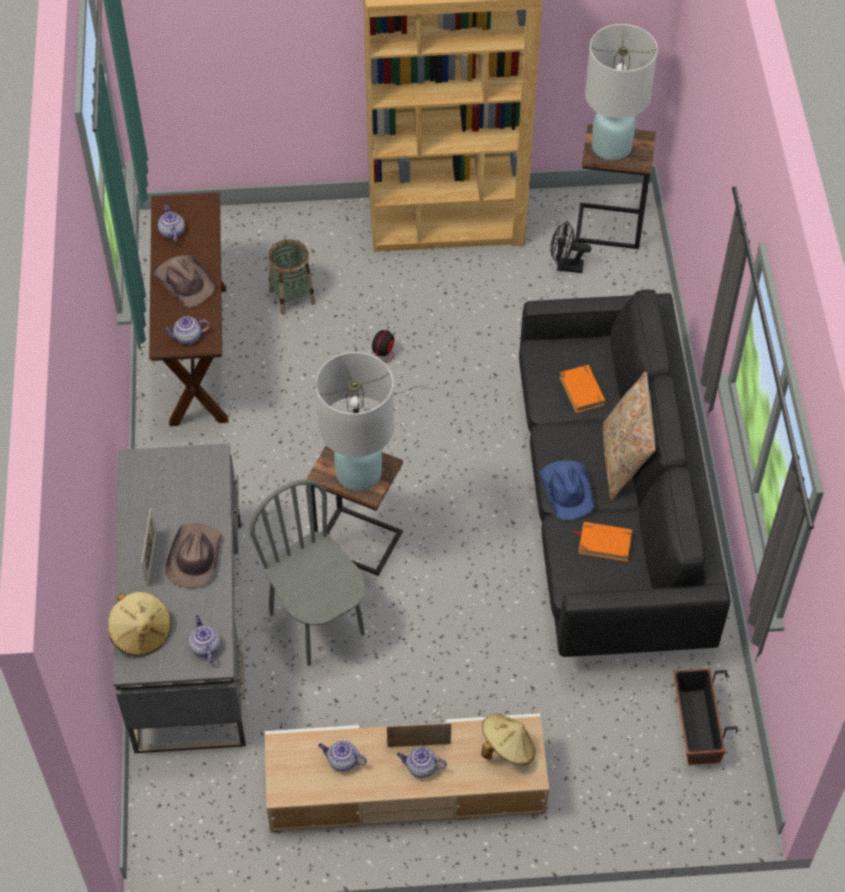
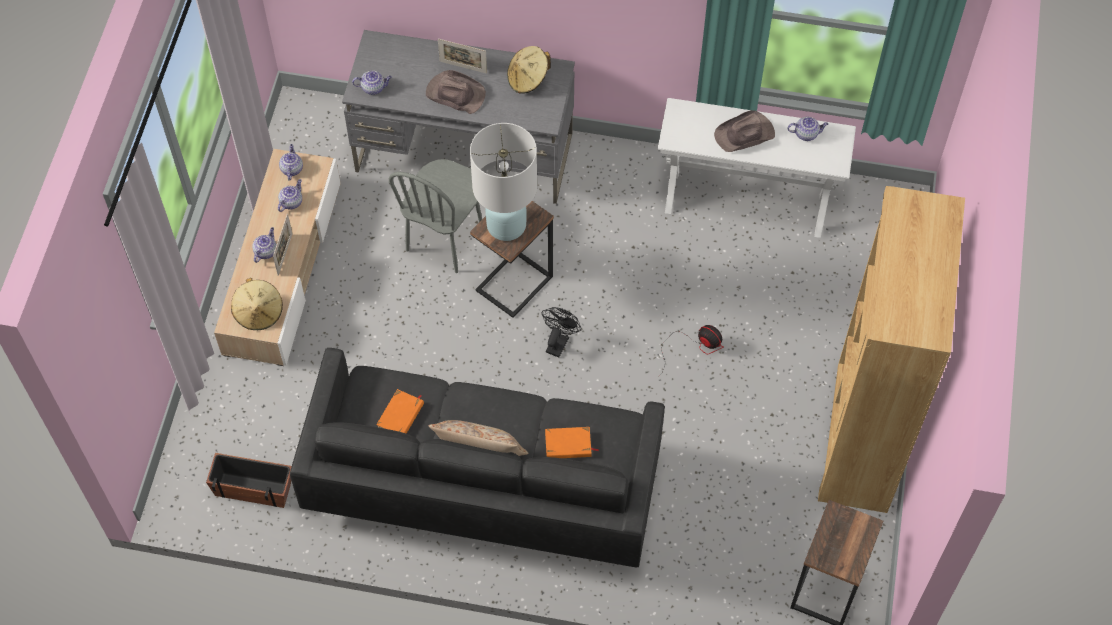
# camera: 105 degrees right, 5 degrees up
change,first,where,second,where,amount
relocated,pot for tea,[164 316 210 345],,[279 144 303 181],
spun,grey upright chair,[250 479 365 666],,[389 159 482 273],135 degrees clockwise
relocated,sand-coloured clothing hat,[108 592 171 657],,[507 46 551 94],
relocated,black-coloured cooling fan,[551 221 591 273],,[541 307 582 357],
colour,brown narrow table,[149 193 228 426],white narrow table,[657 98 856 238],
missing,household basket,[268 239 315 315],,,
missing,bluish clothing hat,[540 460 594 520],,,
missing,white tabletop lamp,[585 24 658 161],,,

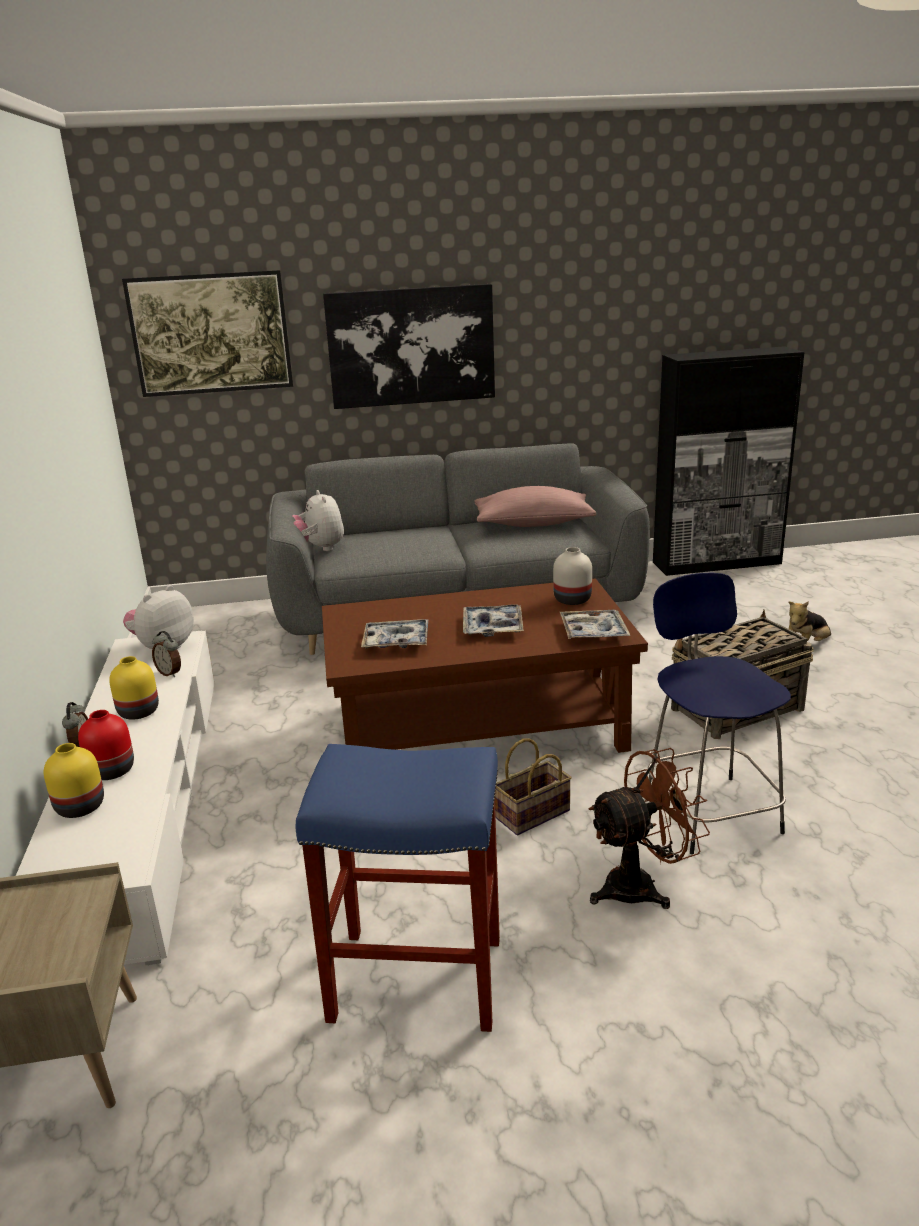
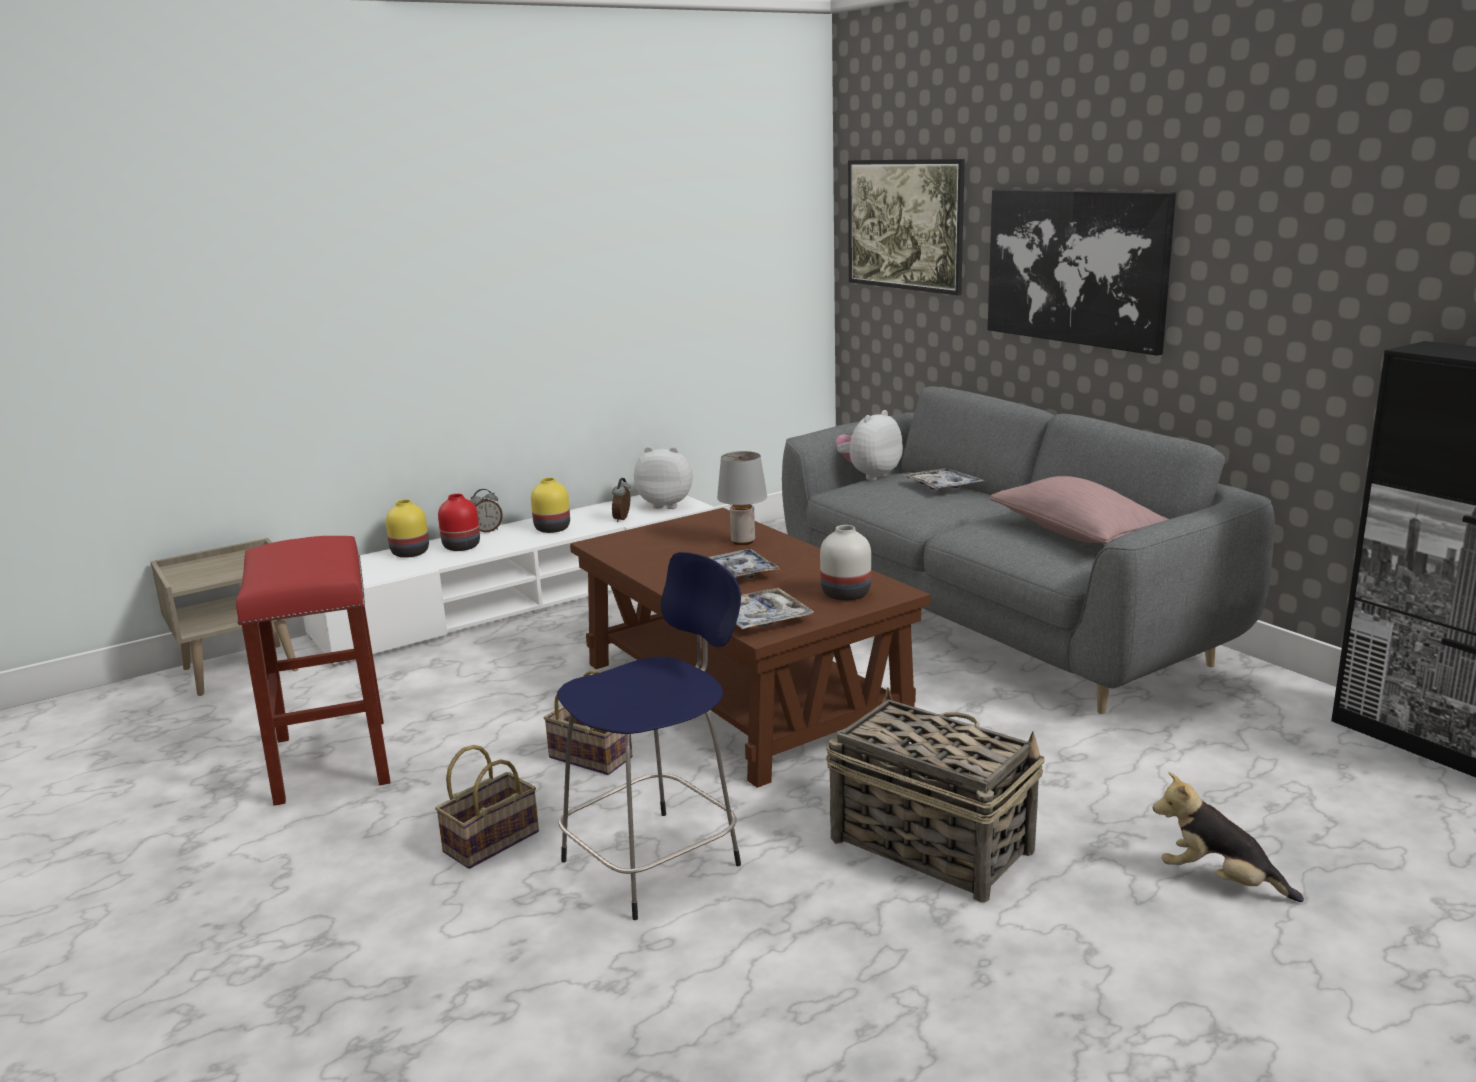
# camera: 65 degrees right, 5 degrees down
change,first,where,second,where,amount
colour,bluish sitting stool,[296 744 500 1032],red sitting stool,[236 536 391 806],
exchanged,brown cooling fan,[588 748 710 909],household basket,[435 745 539 869],
appeared,,,grey tabletop lamp,[717 451 767 545],
relocated,carrying tray,[361 619 428 648],,[904 468 984 490],

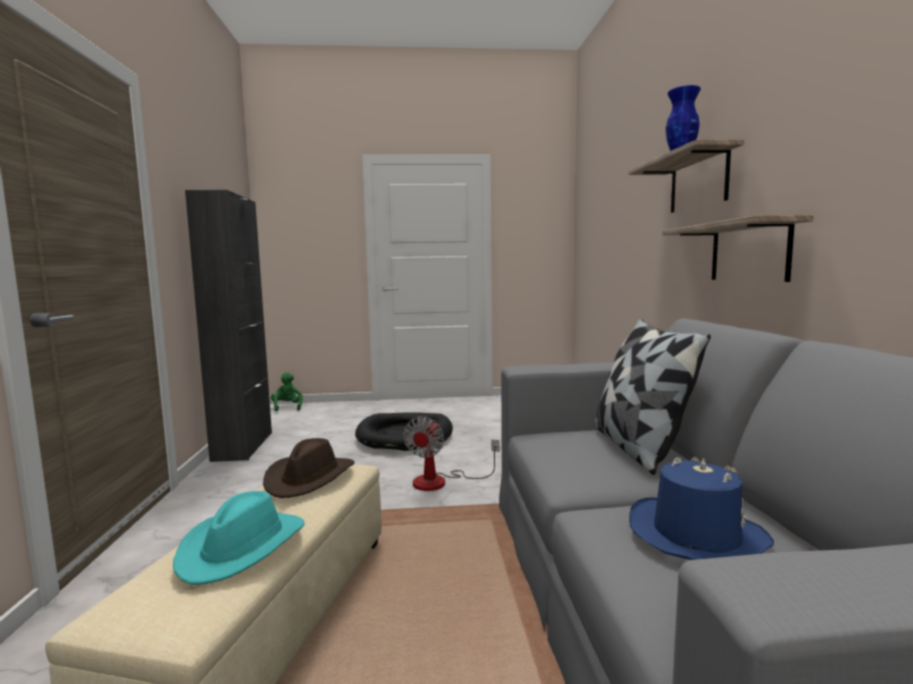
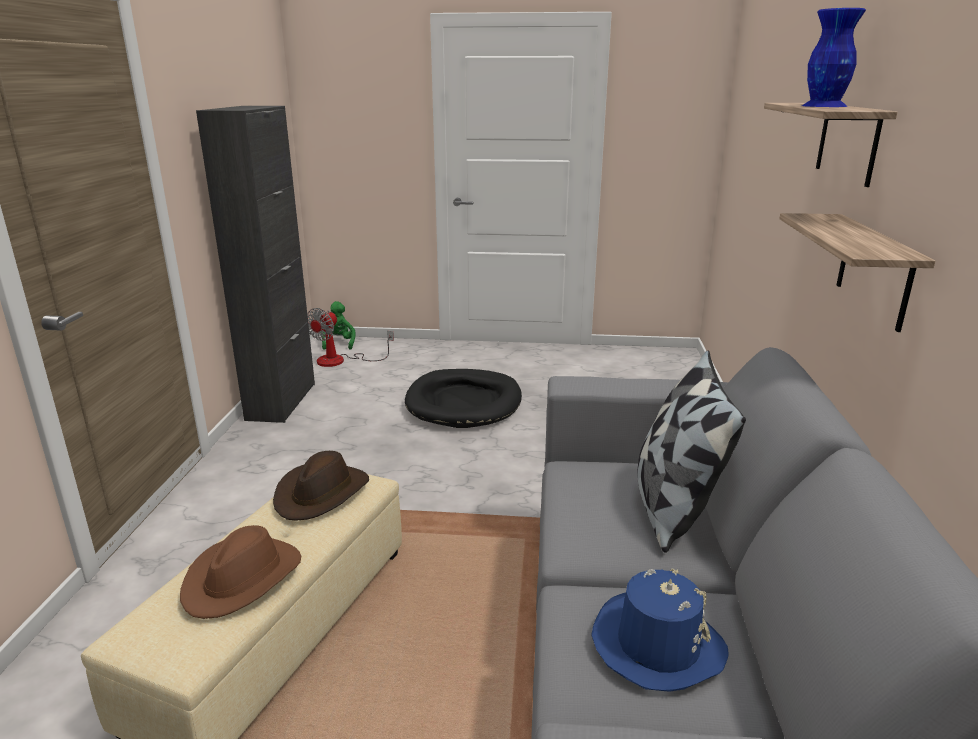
# camera: 10 degrees right, 15 degrees up
change,first,where,second,where,amount
colour,turquoise clothing hat,[173 491 305 585],brown clothing hat,[180 525 301 619],
relocated,cooling fan,[403 416 500 491],,[307 308 394 367],

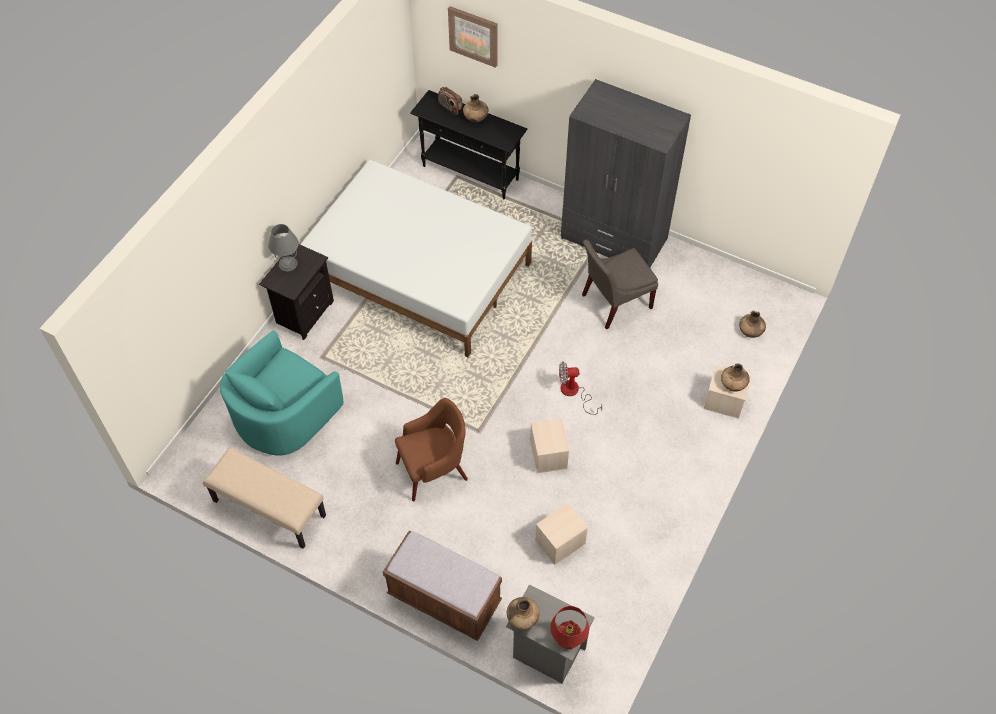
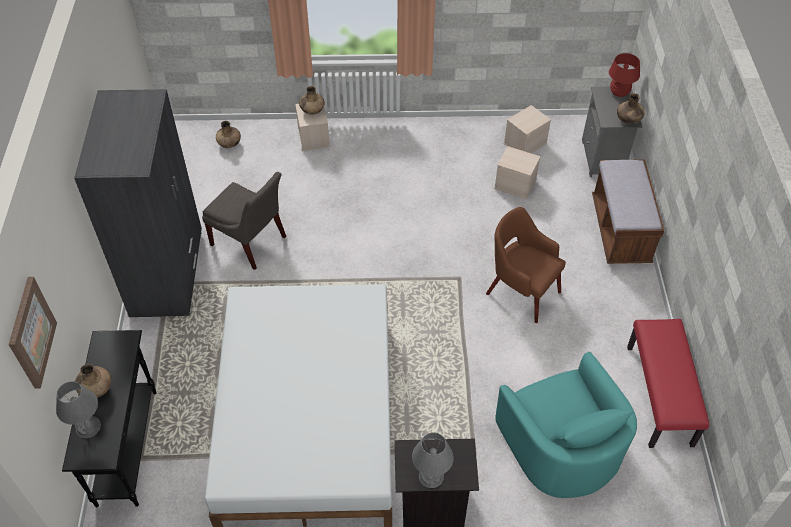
# camera: 120 degrees left, 5 degrees down
change,first,where,second,where,amount
exchanged,radio,[438 87 463 115],grey tabletop lamp,[56 381 101 438],
spun,turquoise armchair,[220 331 343 456],,[495 352 637 498],60 degrees clockwise
relocated,sand-coloured storage container,[530 418 569 473],,[504 105 551 154],
colour,sand-coloured long seat,[203 448 326 549],red long seat,[627 319 709 448],
missing,cooling fan,[559 361 602 415],,,

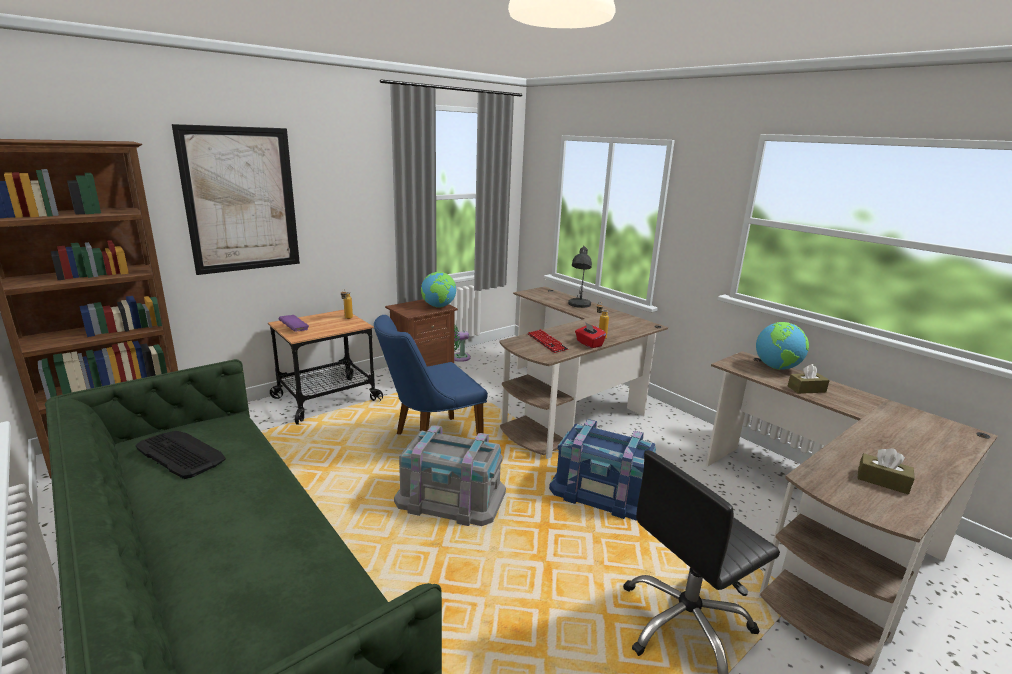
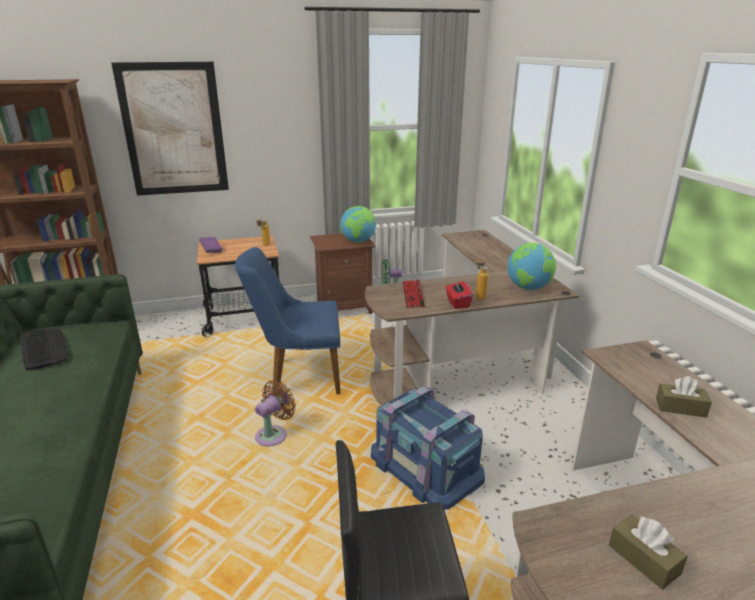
# camera: 25 degrees right, 5 degrees up
change,first,where,second,where,amount
exchanged,grey storage container,[394 425 506 526],brown cooling fan,[255 380 296 446],
relocated,desk globe,[756 322 809 370],,[507 243 556 290],
missing,grey tabletop lamp,[568 247 592 308],,,

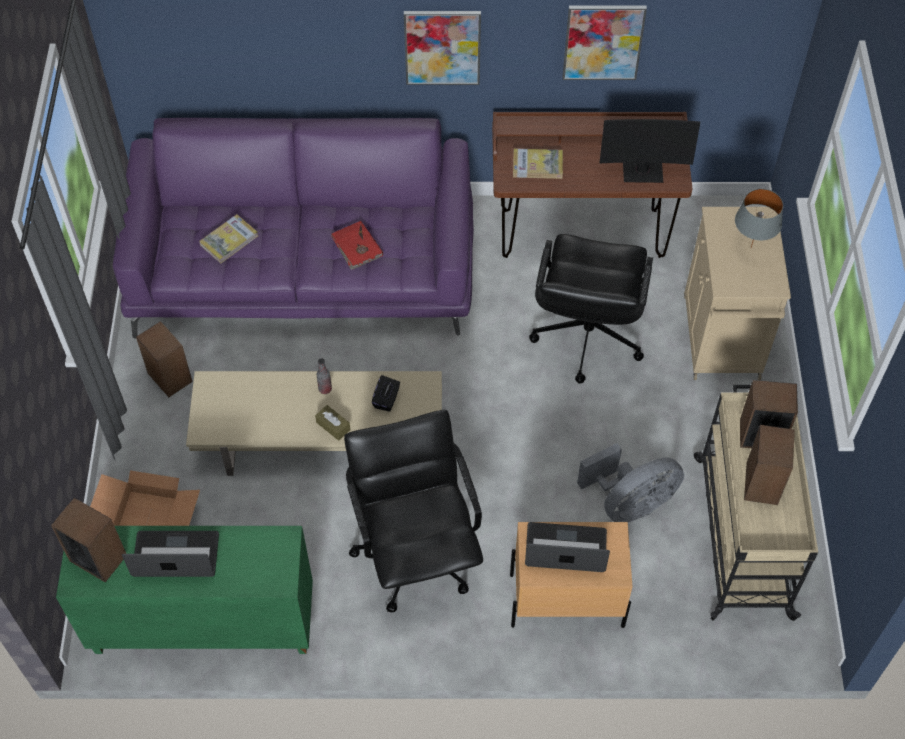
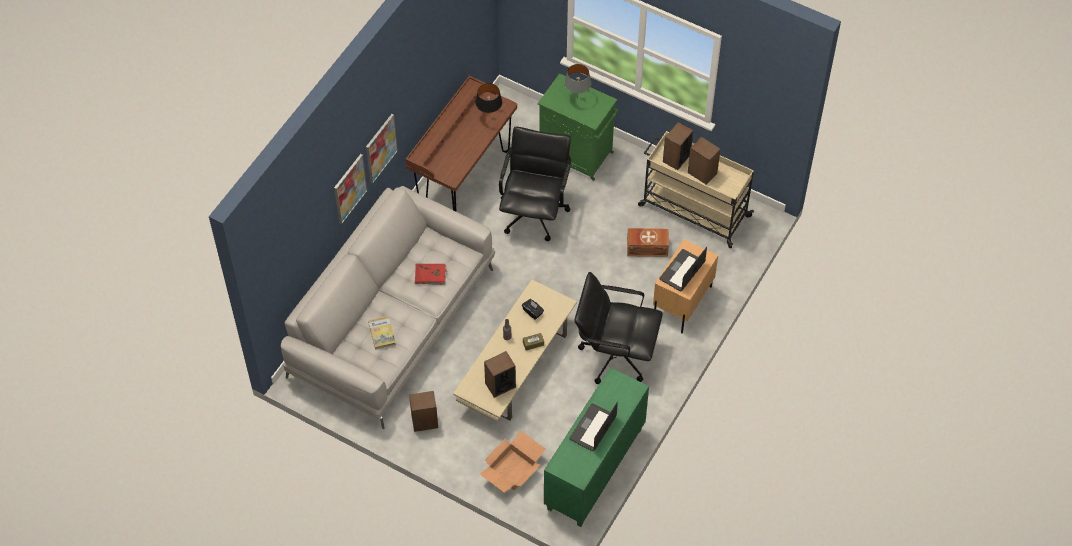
# camera: 60 degrees left, 0 degrees up
change,first,where,second,where,amount
colour,purplish couch,[113 118 474 339],grey couch,[281 186 495 429],
relocated,picture,[563 6 647 80],,[334 154 367 224],
exchanged,monitor,[600 119 700 183],black-coloured tabletop lamp,[475 83 502 117],
relocated,audio speaker,[51 498 126 582],,[484 351 516 398],
spun,black-coloured computer chair,[529 234 653 384],,[499 127 571 241],120 degrees counterclockwise
colour,sand-coloured cupboard,[684 207 791 380],green cupboard,[538 73 619 181],
exchanged,grey cooling fan,[577 443 684 522],brown storage container,[627 228 669 257],
missing,volume,[513 149 563 179],,,

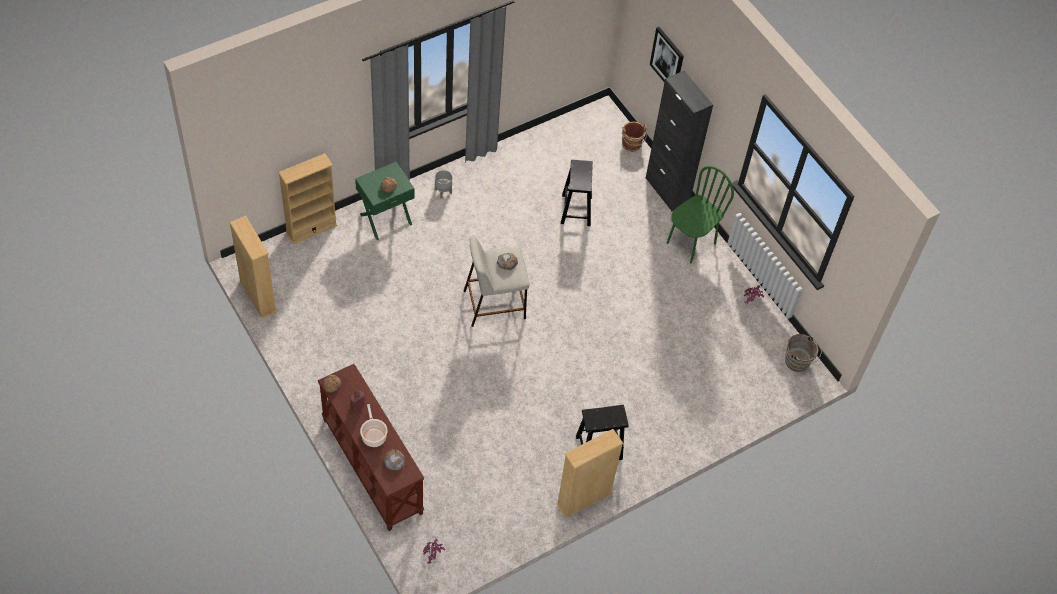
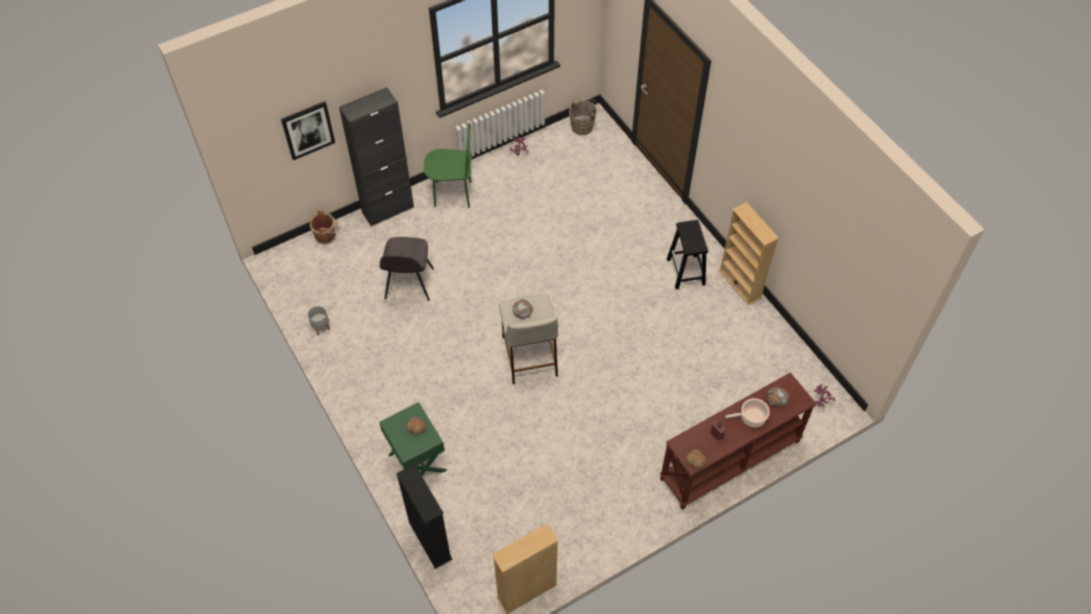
# camera: 85 degrees left, 0 degrees up
change,first,where,second,where,amount
relocated,grey plant pot,[435 170 452 199],,[308 306 330 335],
exchanged,black-coloured sitting stool,[561 160 593 226],grey upright chair,[380 237 434 301],
colour,sand-coloured shelving unit,[278 153 338 244],black-coloured shelving unit,[396 464 452 569],
spun,green upright chair,[666 166 734 263],,[424 123 472 208],135 degrees clockwise

